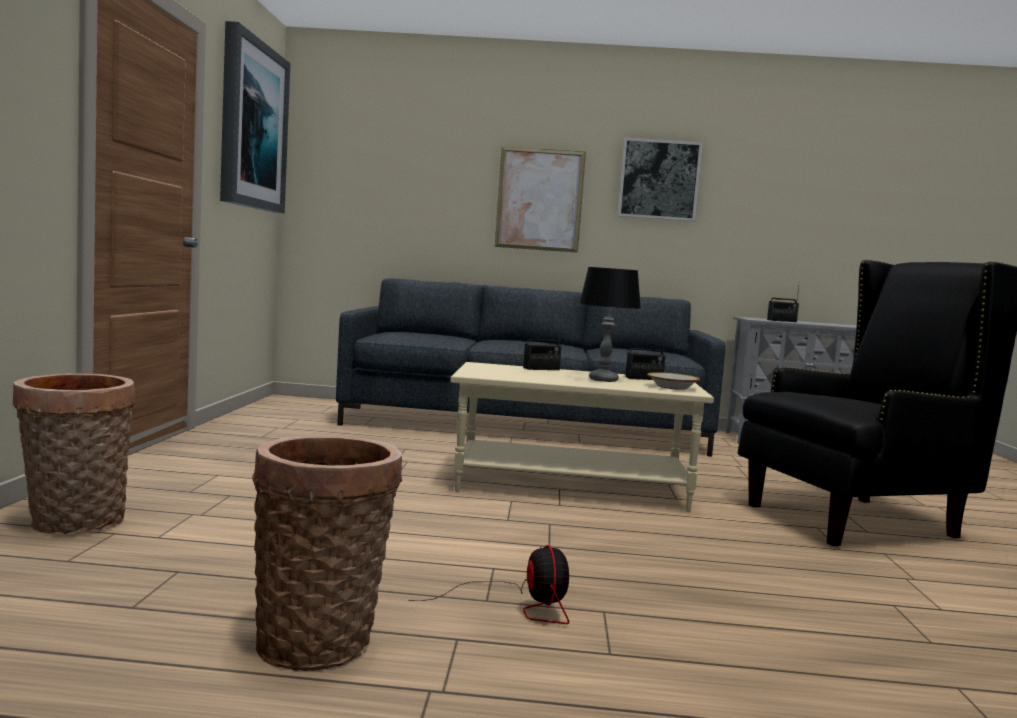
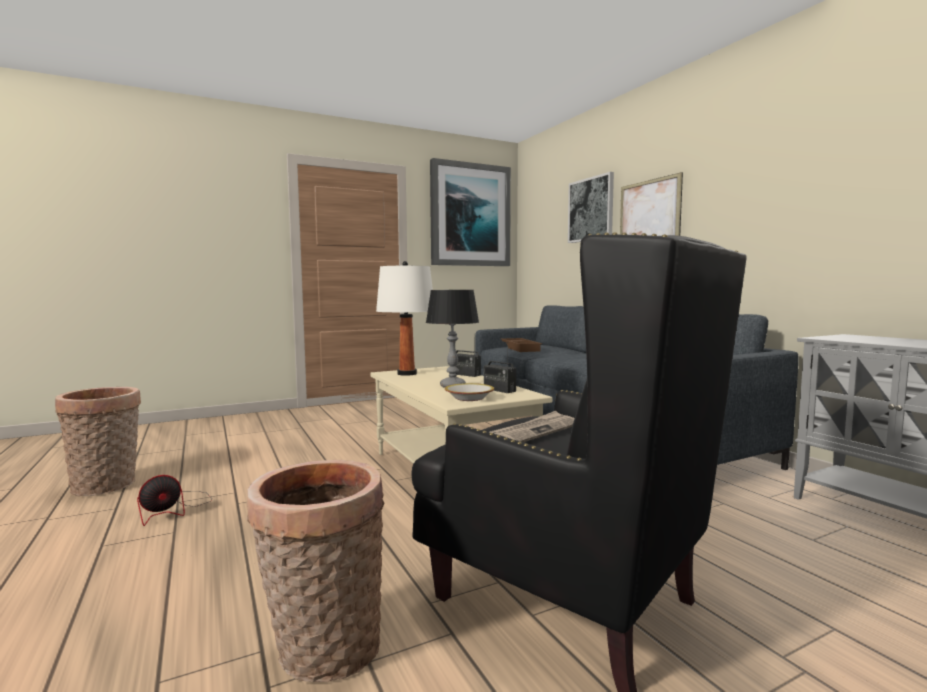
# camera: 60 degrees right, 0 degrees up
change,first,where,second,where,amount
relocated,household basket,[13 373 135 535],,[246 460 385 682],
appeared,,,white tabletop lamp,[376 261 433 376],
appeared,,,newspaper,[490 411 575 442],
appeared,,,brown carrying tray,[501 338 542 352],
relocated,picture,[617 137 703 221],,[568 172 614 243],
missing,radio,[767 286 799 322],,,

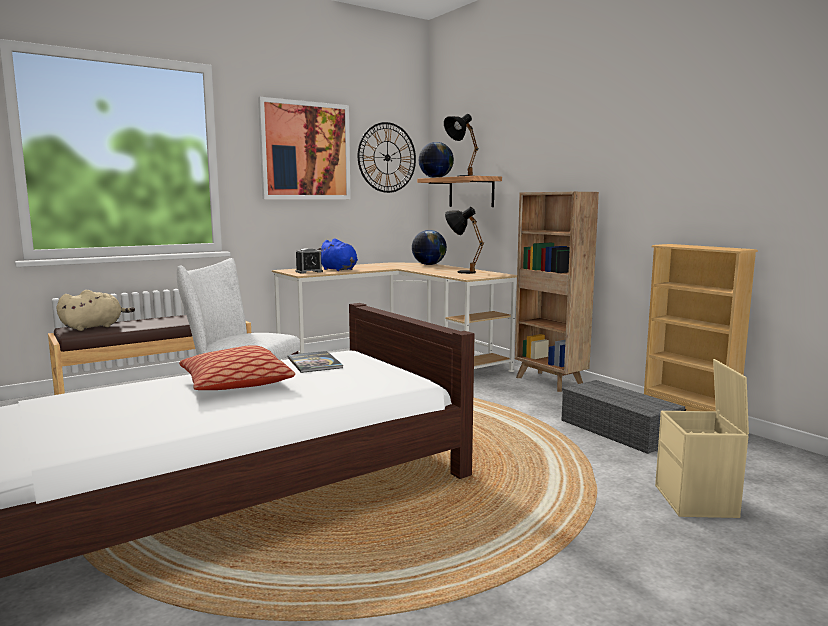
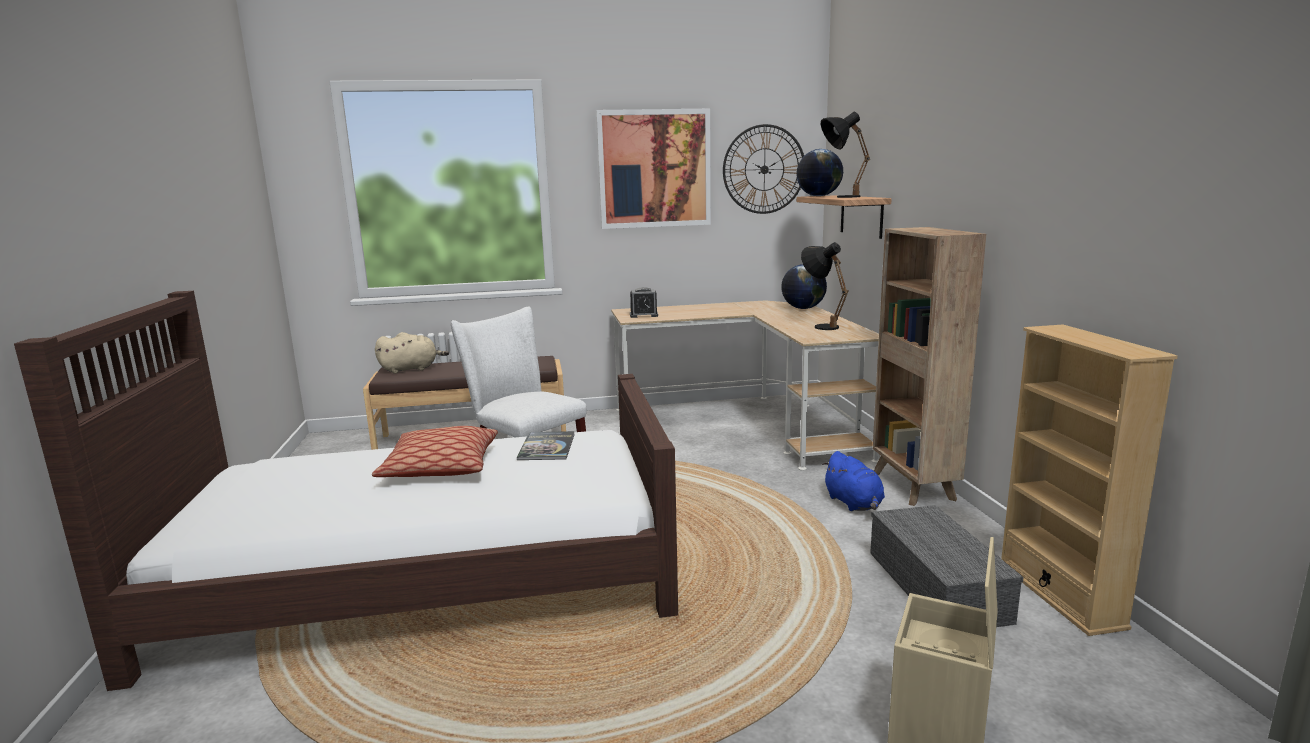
# camera: 25 degrees right, 5 degrees up
change,first,where,second,where,amount
relocated,bluish soft toy,[317 238 358 271],,[822 451 885 511],

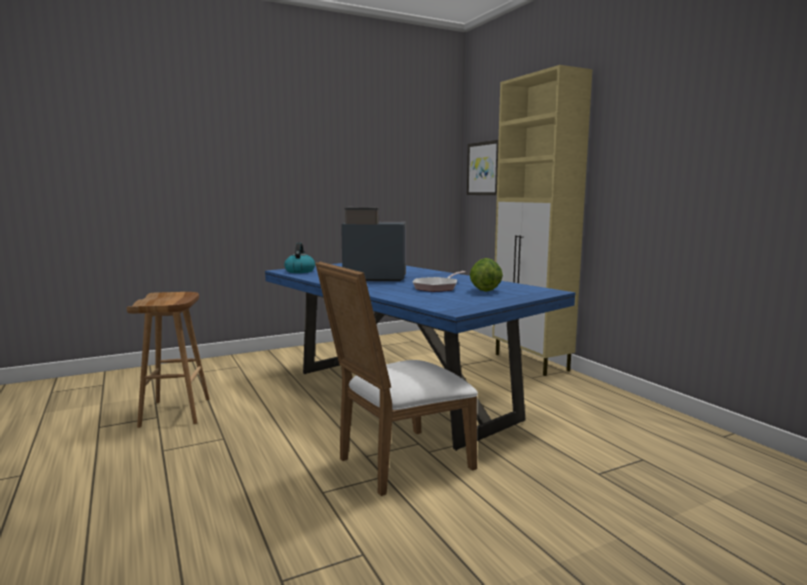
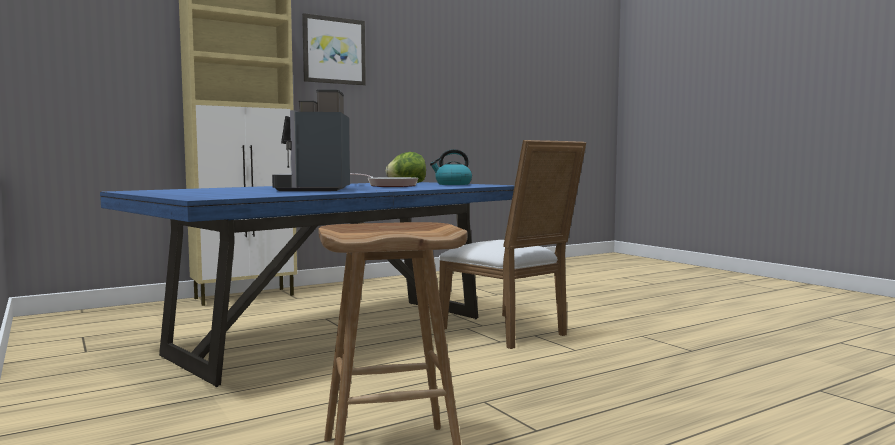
# camera: 95 degrees left, 5 degrees down
change,first,where,second,where,amount
relocated,picture,[467 140 499 195],,[302 13 366 85],
relocated,tea kettle,[284 243 315 273],,[430 149 472 185],

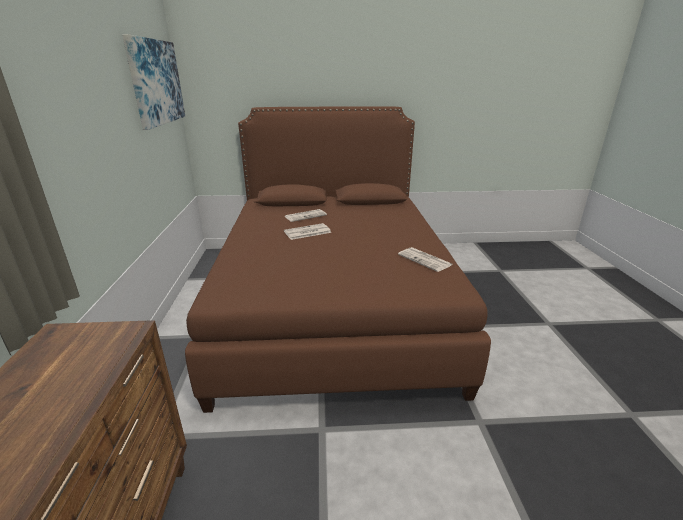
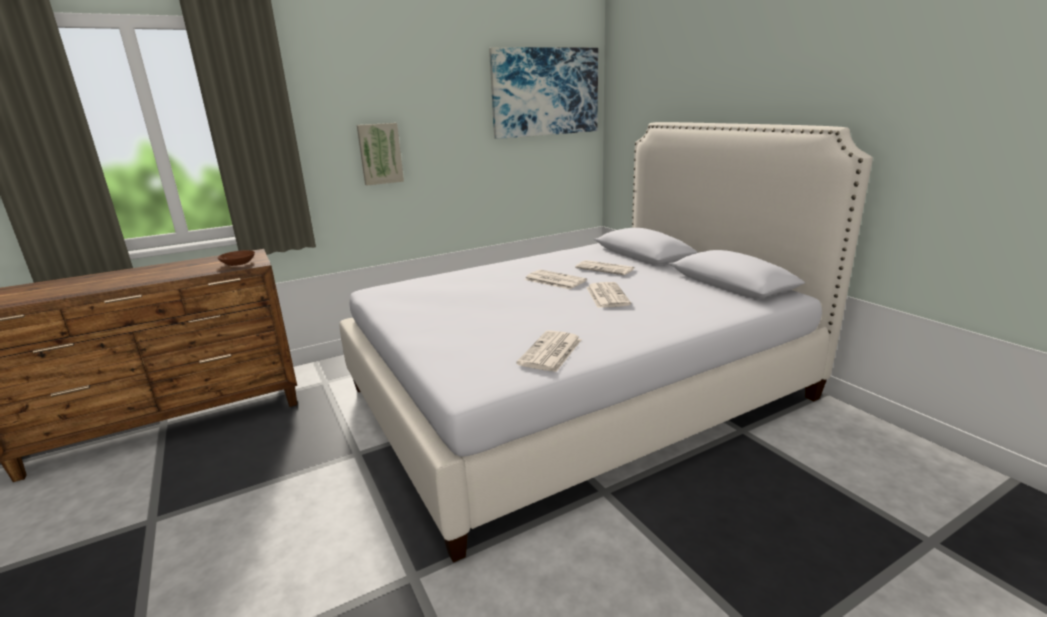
# camera: 65 degrees right, 5 degrees down
change,first,where,second,where,amount
appeared,,,brown serving bowl,[217 250 255 266],
colour,brown sleeping bed,[185 106 491 413],white sleeping bed,[339 122 873 563],
appeared,,,picture,[357 123 404 186],
appeared,,,newspaper,[586 282 631 308],

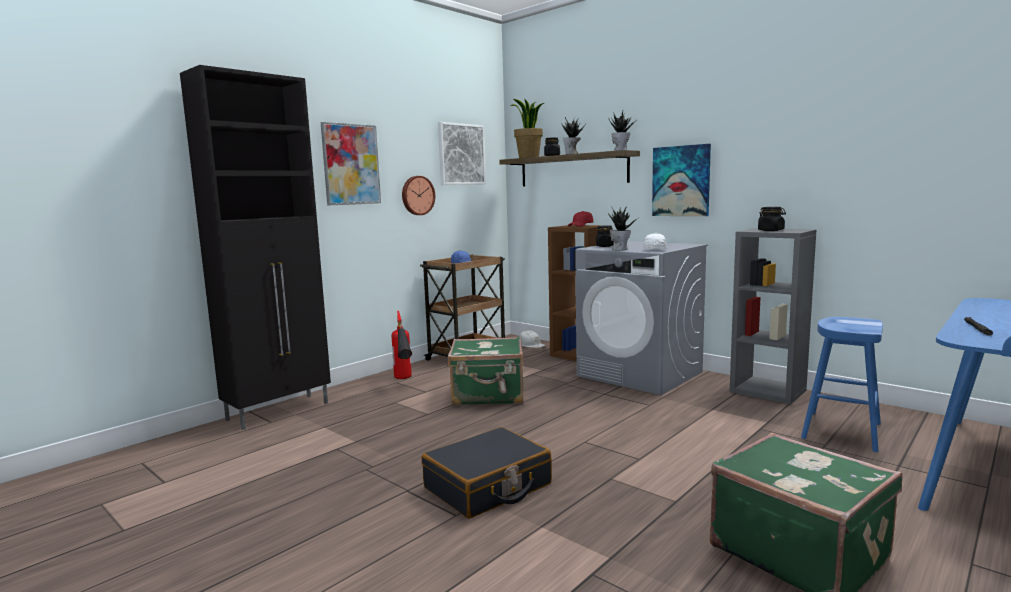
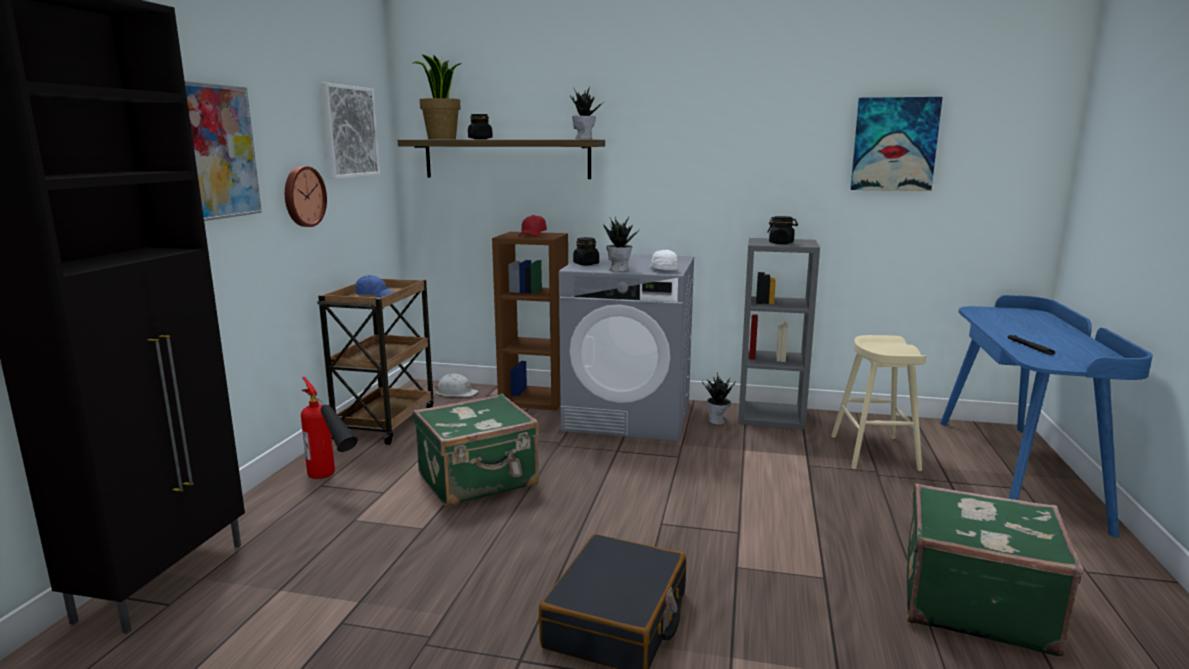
# camera: 30 degrees left, 5 degrees up
change,first,where,second,where,amount
relocated,plant in a pot,[561 117 586 155],,[702 372 735 425],
colour,bluish sitting stool,[801 317 883 452],sand-coloured sitting stool,[831 335 926 471],
relocated,picture,[652 144 711 216],,[850 97 943 191],

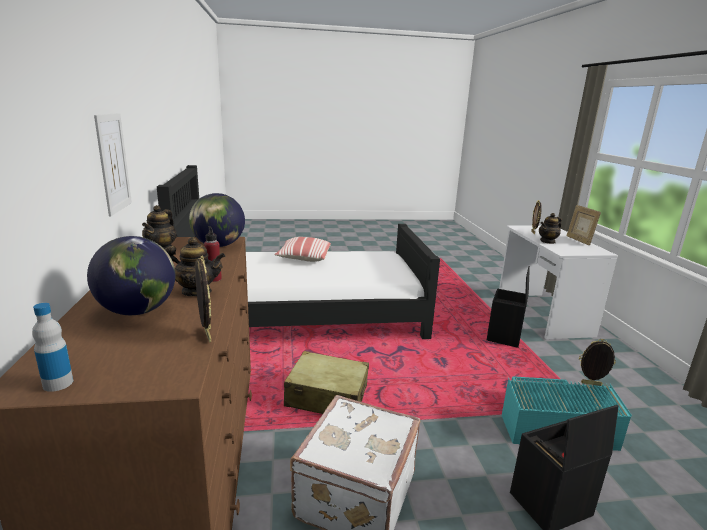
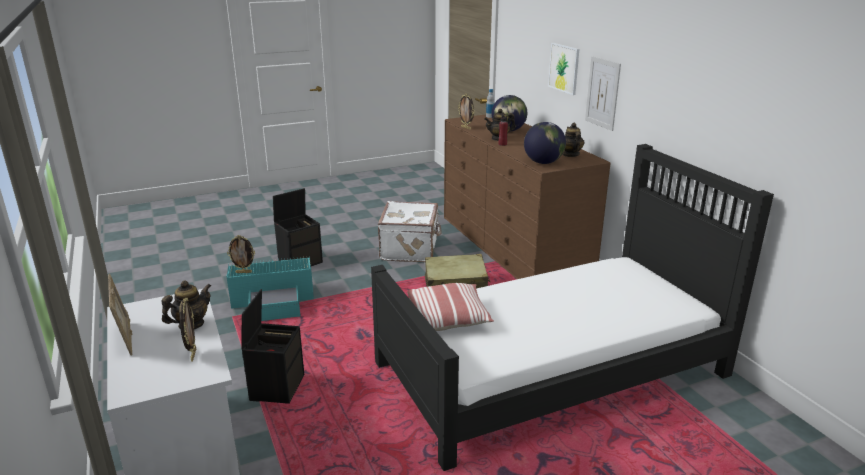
# camera: 165 degrees right, 5 degrees up
change,first,where,second,where,amount
relocated,throw pillow,[274 237 331 262],,[407 283 494 331],
appeared,,,picture,[548 43 579 95],

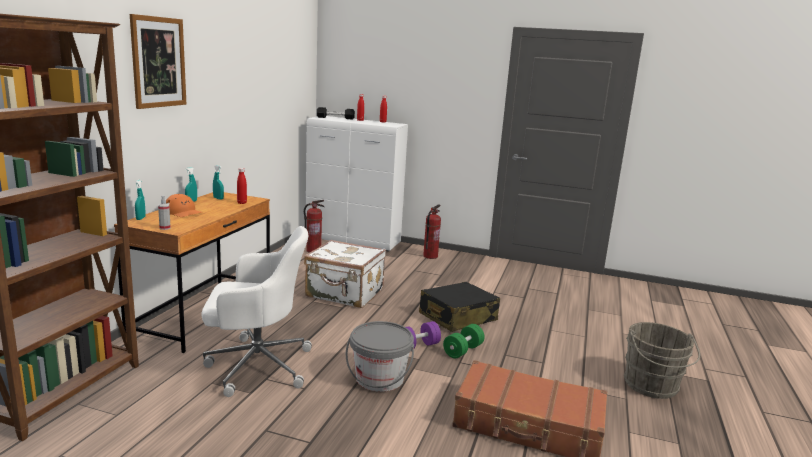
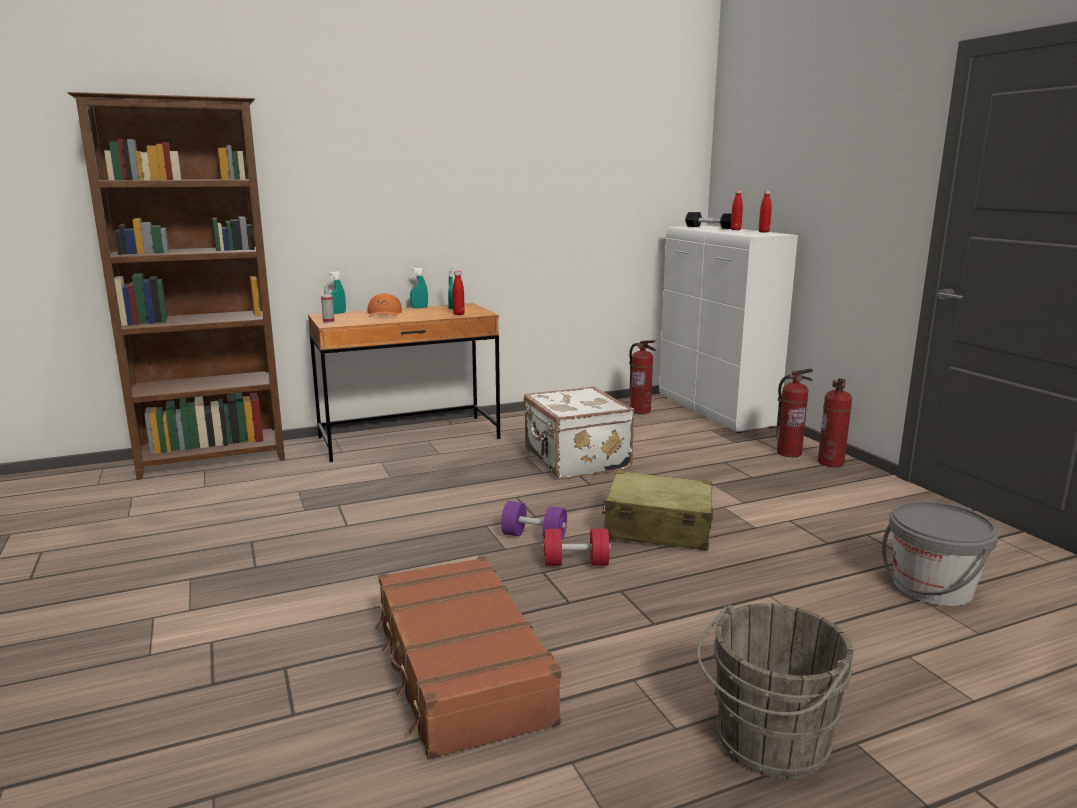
# camera: 50 degrees right, 0 degrees up
change,first,where,second,where,amount
colour,green hand weight,[443 324 485 358],red hand weight,[542 528 611 566],
colour,black-coloured suitcase,[419 282 500 332],sand-coloured suitcase,[602 470 713 551],
appeared,,,fire-fighting cylinder,[818 378 852 467],
relocated,grey water bucket,[346 321 414 392],,[882 501 998 606],
missing,picture,[130 14 186 109],,,
missing,white computer chair,[201 226 312 397],,,

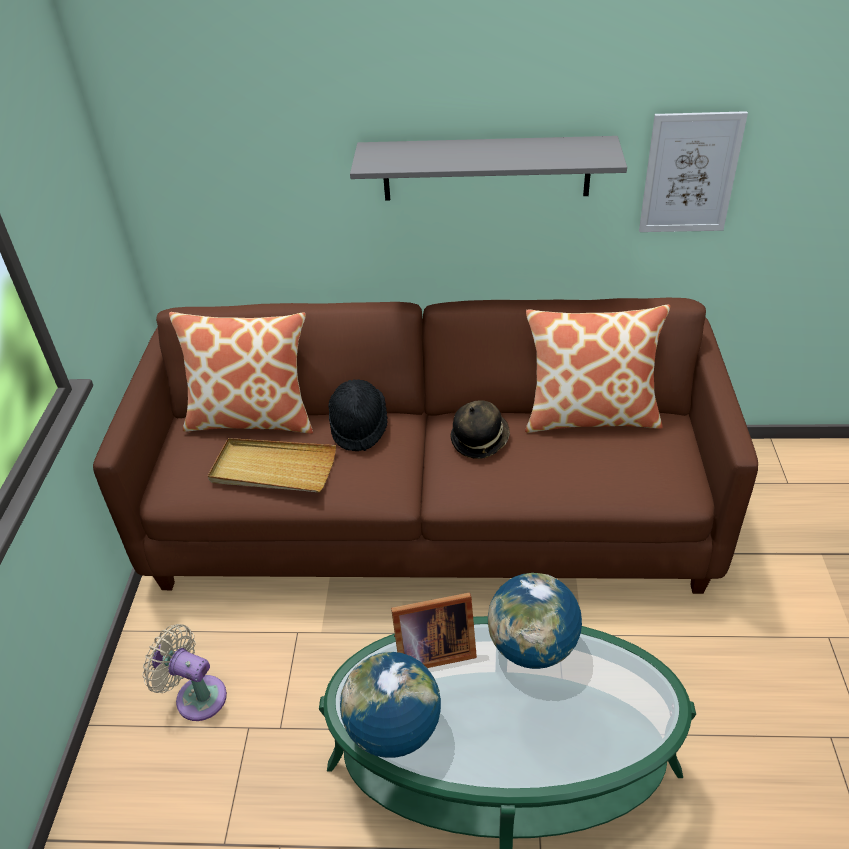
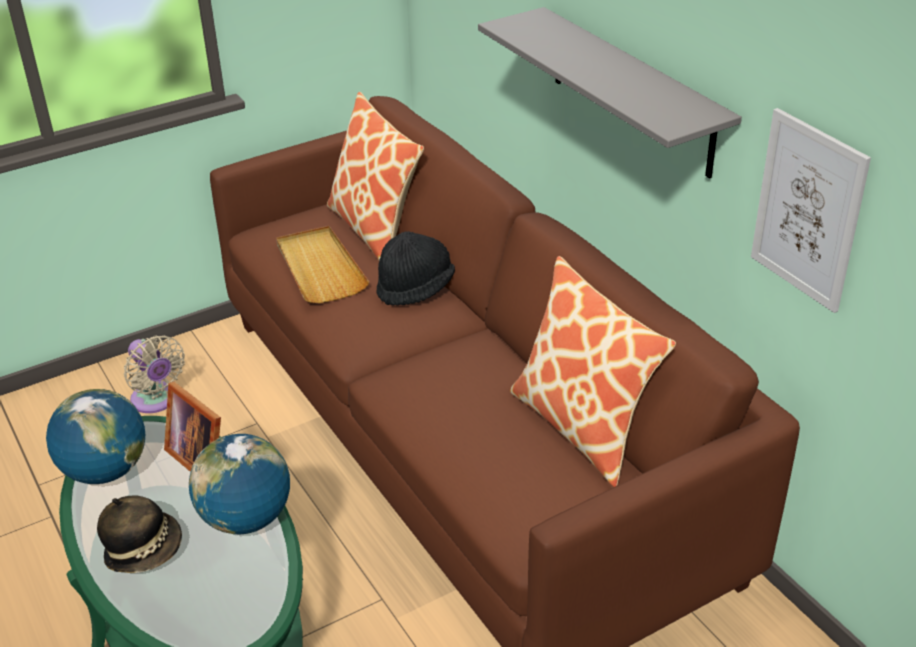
# camera: 55 degrees right, 5 degrees down
change,first,where,second,where,amount
relocated,clothing hat,[450 401 510 459],,[97 495 182 573],
spun,sand-coloured cooling fan,[142 624 227 721],,[124 335 185 413],150 degrees clockwise

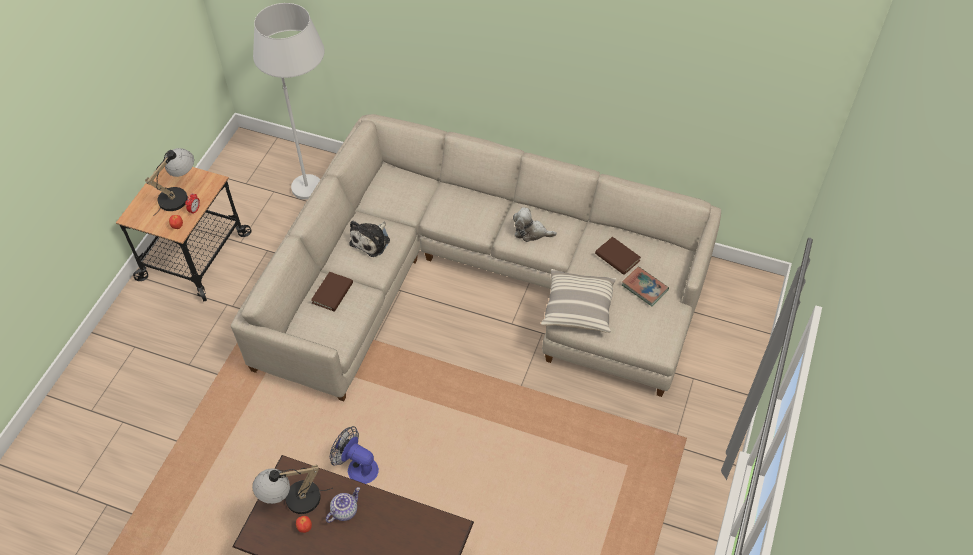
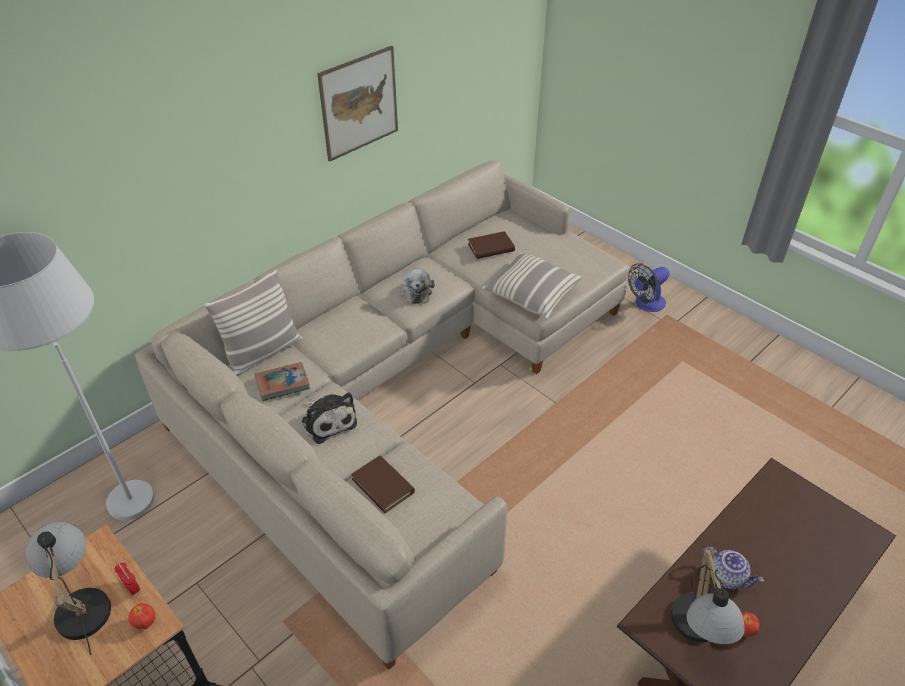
# camera: 65 degrees left, 10 degrees down
change,first,where,second,where,amount
appeared,,,throw pillow,[204 269 302 377],
relocated,volume,[622 266 669 306],,[255 362 310 401],
appeared,,,picture,[317 46 398 161],
spun,soft toy,[513 207 557 242],,[400 268 435 304],45 degrees counterclockwise
relocated,cooling fan,[330 426 379 484],,[628 264 670 312],
spun,pot for tea,[326 487 360 523],,[702 547 764 589],150 degrees clockwise

